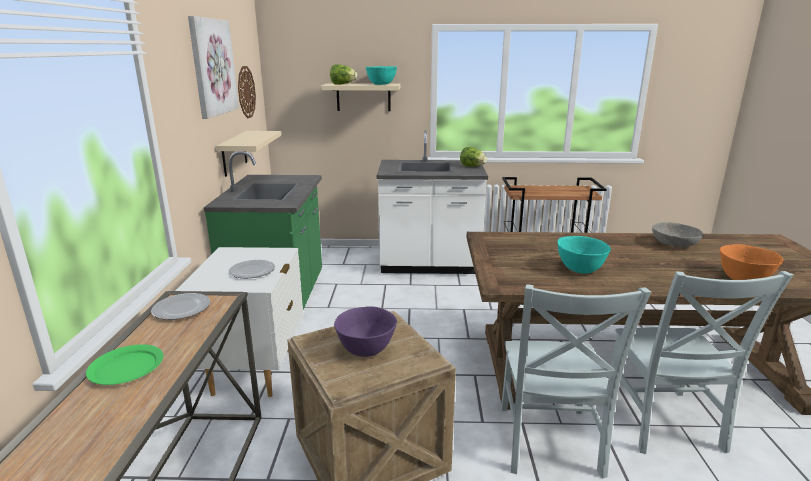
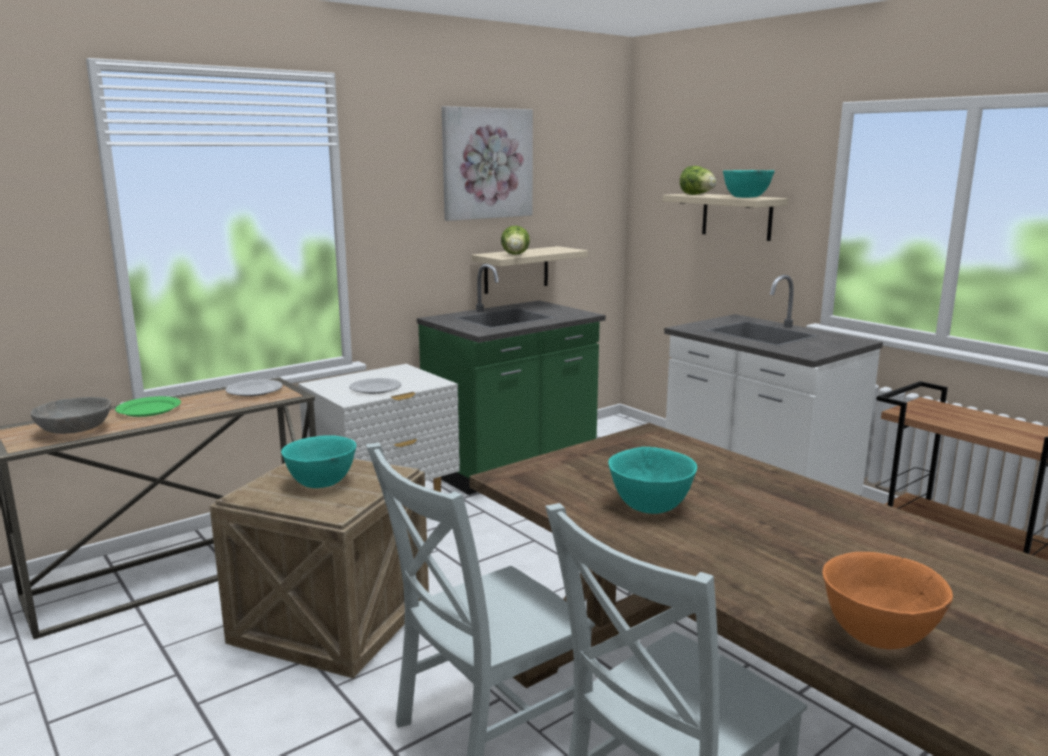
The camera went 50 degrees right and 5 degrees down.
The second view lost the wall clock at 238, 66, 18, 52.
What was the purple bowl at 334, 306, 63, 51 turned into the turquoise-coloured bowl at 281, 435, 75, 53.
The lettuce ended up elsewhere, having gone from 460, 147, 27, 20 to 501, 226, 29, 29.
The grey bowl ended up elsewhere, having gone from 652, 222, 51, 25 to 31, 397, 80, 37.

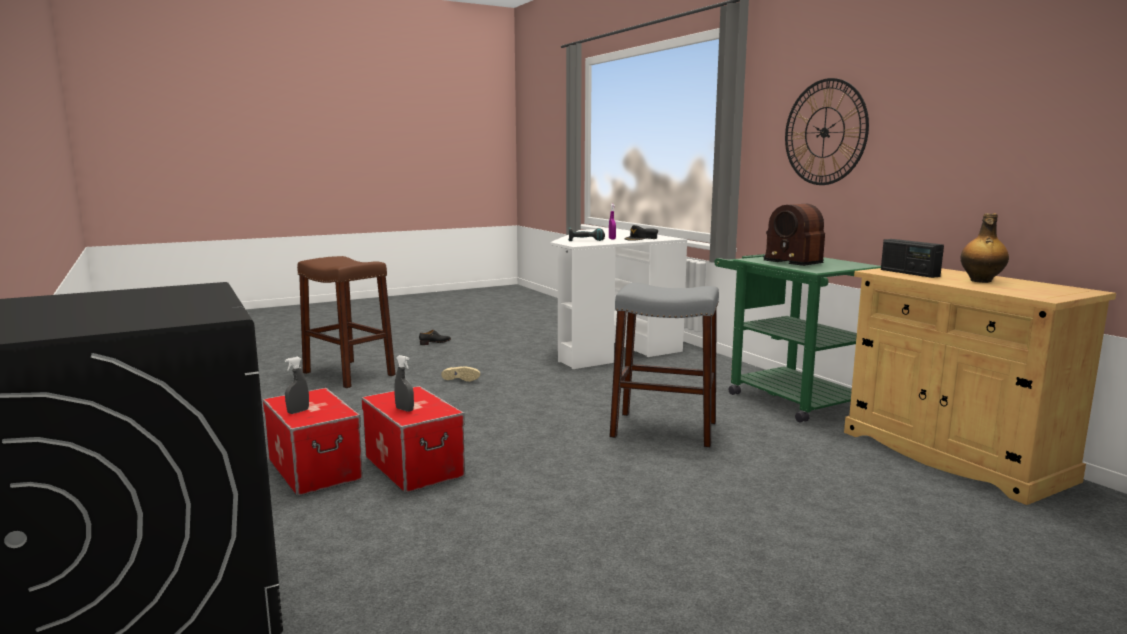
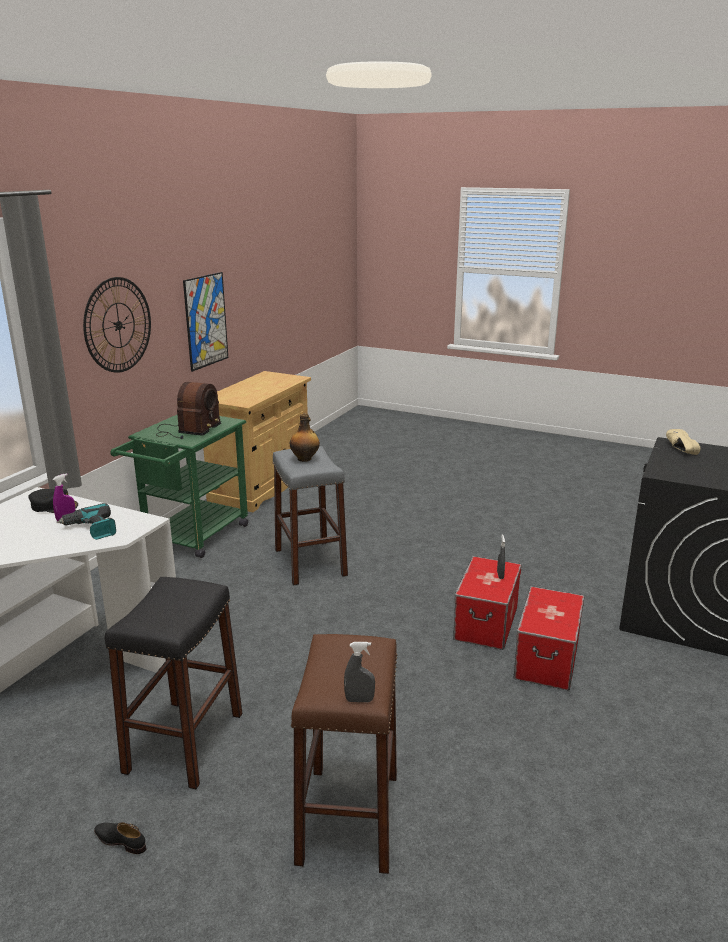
The camera went 125 degrees left and 10 degrees up.
The grey spray bottle ended up elsewhere, having gone from 285, 357, 24, 57 to 344, 642, 31, 60.
The sand-coloured low shoe ended up elsewhere, having gone from 441, 367, 39, 15 to 666, 429, 35, 26.
The second view lost the radio at 881, 239, 63, 39.
The bottle ended up elsewhere, having gone from 960, 213, 49, 70 to 290, 413, 30, 49.
The second view gained the blackish stool at 105, 577, 137, 212.
The second view gained the wall art at 183, 272, 45, 100.

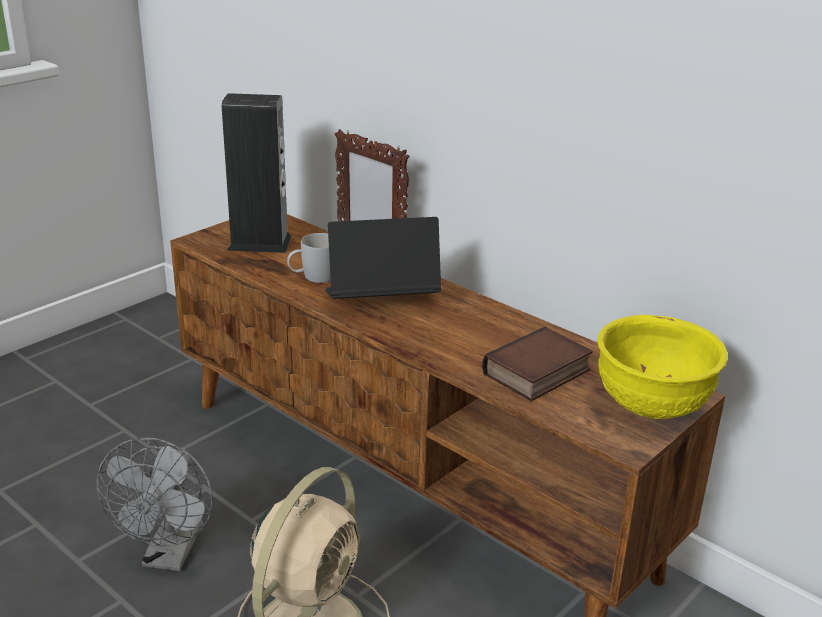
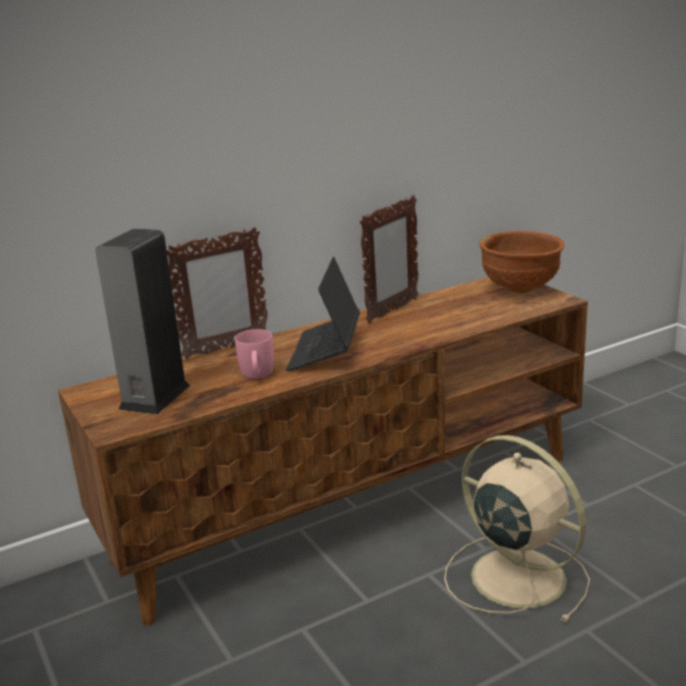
The camera went 70 degrees left and 5 degrees down.
The second view lost the grey electric fan at 96, 438, 117, 133.
What was the whitish coffee mug at 287, 233, 44, 50 turned into the pinkish coffee mug at 235, 329, 39, 50.
The second view lost the bound book at 482, 327, 111, 74.
What was the yellow bowl at 598, 315, 129, 104 turned into the brownish bowl at 479, 231, 86, 62.
The second view gained the standing frame at 360, 195, 59, 128.

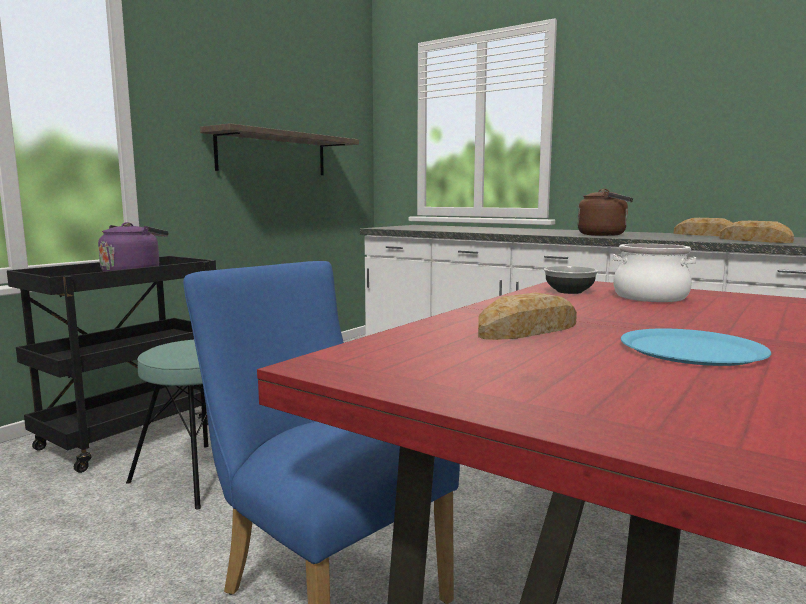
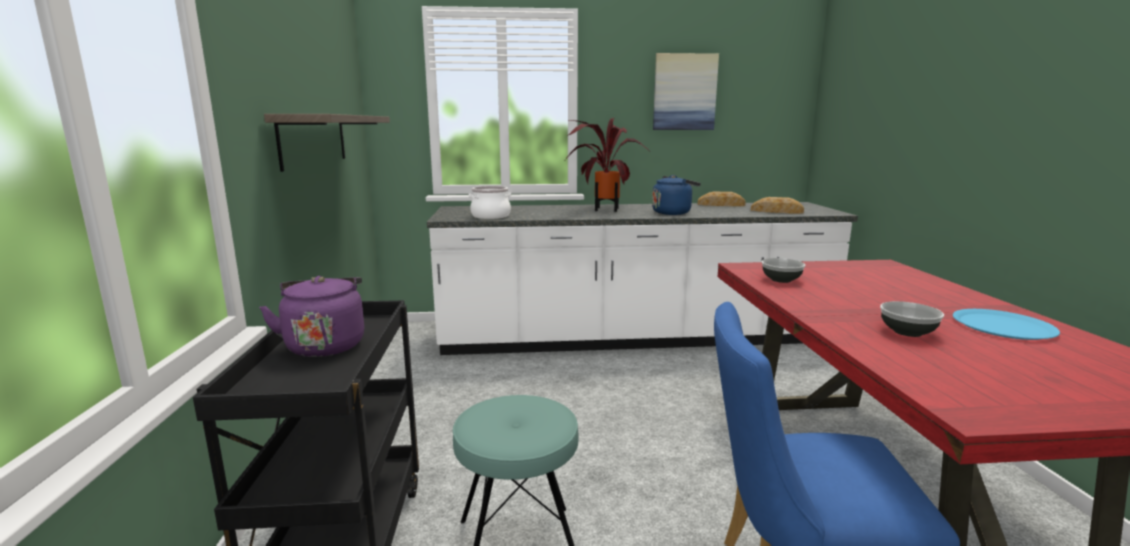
The camera went 40 degrees left and 5 degrees up.
Where the baked bread stood at 478, 292, 99, 48, the bowl came to stand at 880, 301, 64, 36.
What was the brownish water kettle at 577, 189, 56, 47 turned into the blue water kettle at 652, 175, 49, 40.
The cooking pot ended up elsewhere, having gone from 612, 244, 84, 58 to 469, 186, 42, 33.
The second view gained the houseplant at 565, 118, 83, 94.
The second view gained the wall art at 653, 53, 66, 77.

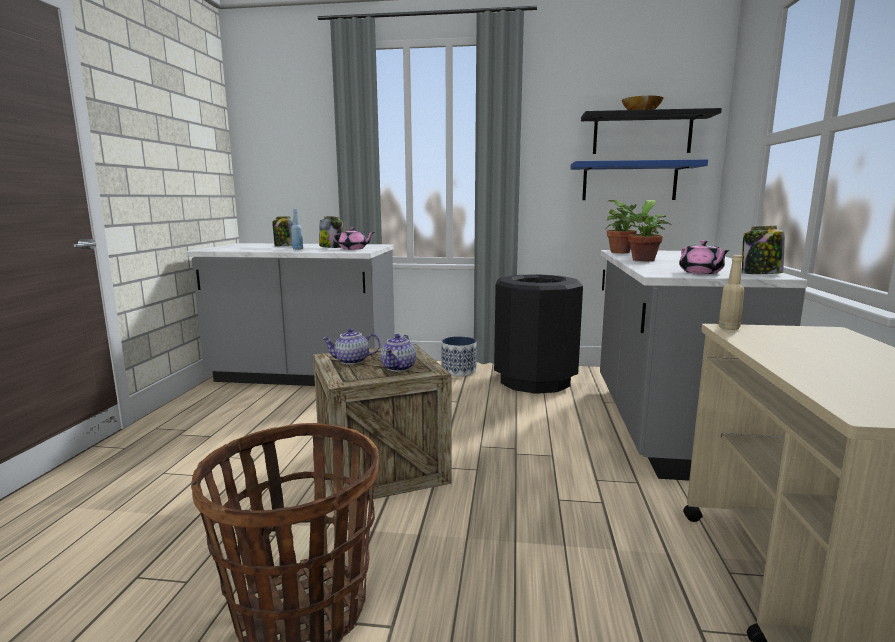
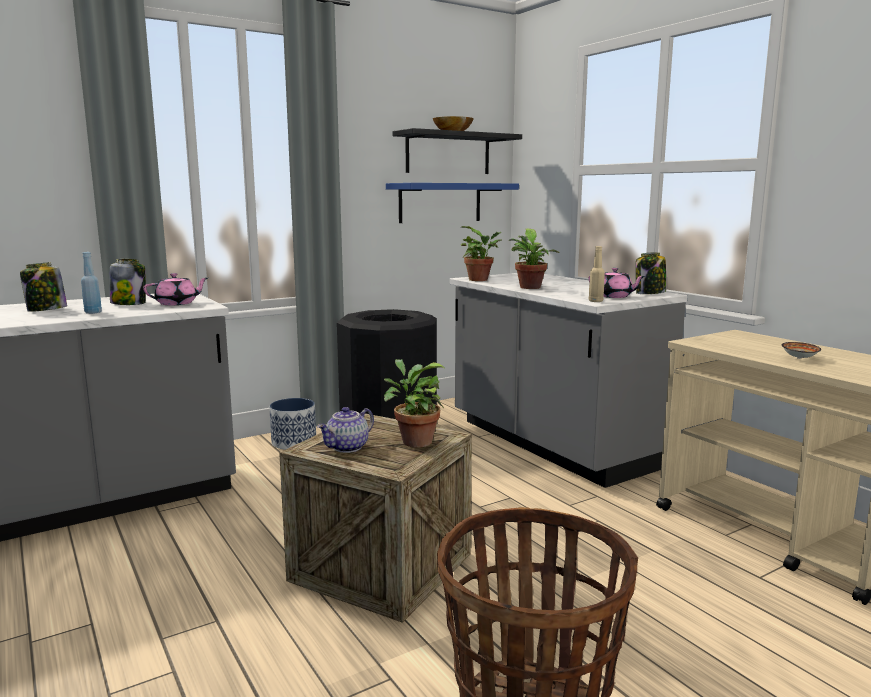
The camera went 40 degrees left and 0 degrees up.
Where the pot for tea stood at 380, 334, 36, 38, the houseplant came to stand at 384, 359, 60, 89.
The sand-coloured bottle ended up elsewhere, having gone from 719, 255, 25, 75 to 589, 246, 16, 56.
The second view gained the bowl at 782, 342, 39, 17.

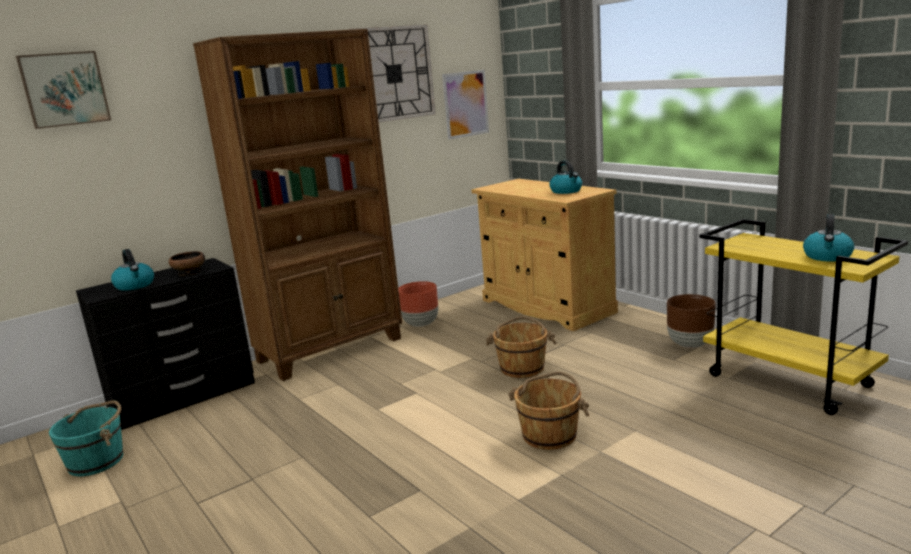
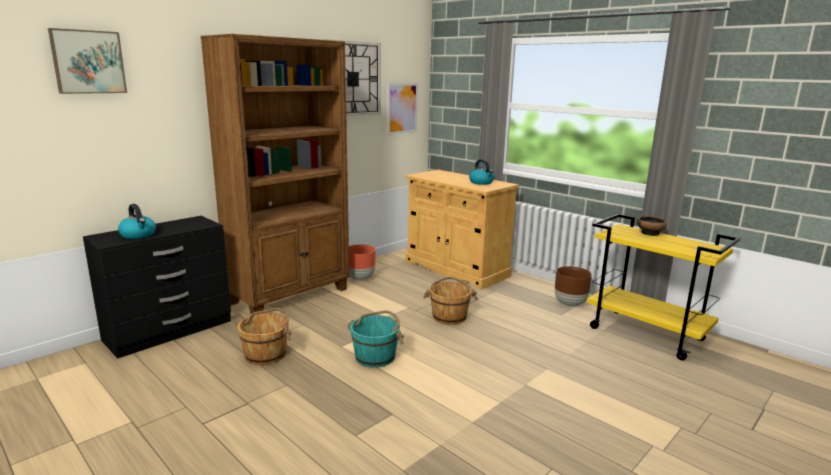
The camera went 10 degrees left and 0 degrees up.
The turquoise-coloured water bucket ended up elsewhere, having gone from 49, 400, 74, 77 to 347, 310, 57, 58.
The bowl ended up elsewhere, having gone from 169, 251, 36, 25 to 637, 216, 30, 20.
The brownish water bucket ended up elsewhere, having gone from 508, 372, 81, 78 to 237, 308, 54, 57.
The second view lost the water kettle at 803, 214, 51, 48.

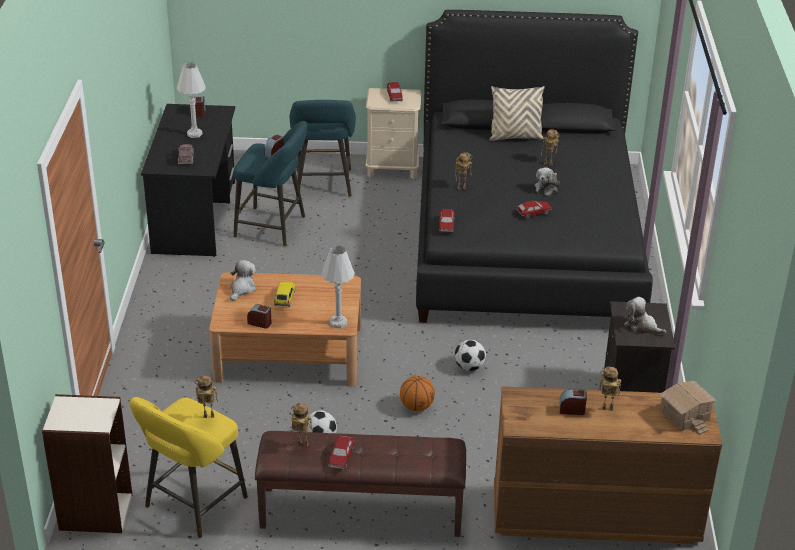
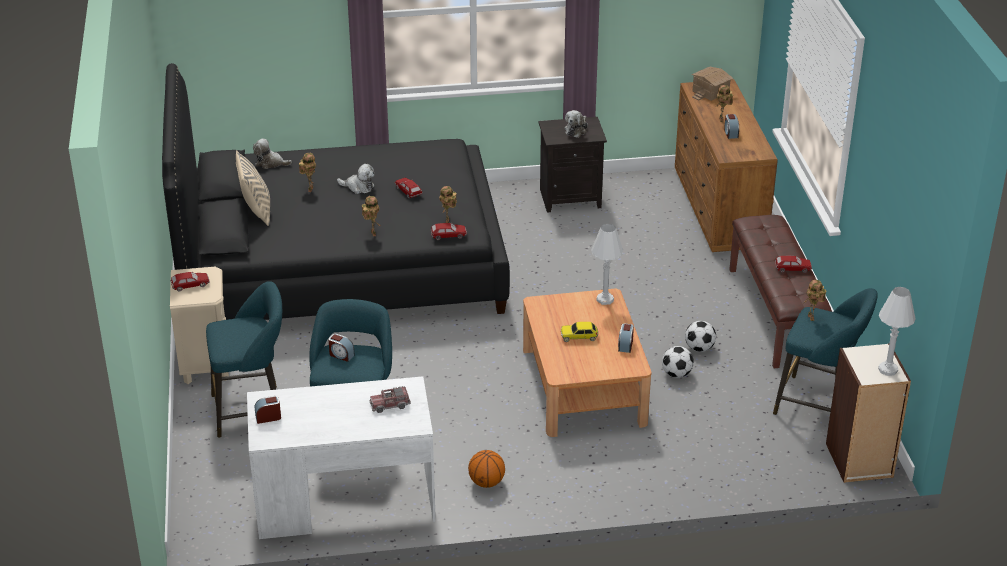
The camera went 100 degrees left and 0 degrees up.
What was the yellow stool at 130, 397, 118, 141 turned into the turquoise-coloured stool at 773, 288, 105, 127.
What was the blackish desk unit at 141, 104, 94, 153 turned into the whitish desk unit at 247, 376, 189, 163.
The whitish tabletop lamp ended up elsewhere, having gone from 177, 62, 29, 76 to 878, 287, 38, 89.
The cuddly toy ended up elsewhere, having gone from 230, 260, 26, 41 to 253, 138, 39, 31.
The model robot ended up elsewhere, having gone from 291, 403, 22, 43 to 439, 186, 18, 37.
The basketball ended up elsewhere, having gone from 400, 376, 35, 35 to 468, 450, 37, 38.
The ball for football ended up elsewhere, having gone from 455, 340, 31, 31 to 662, 346, 32, 32.

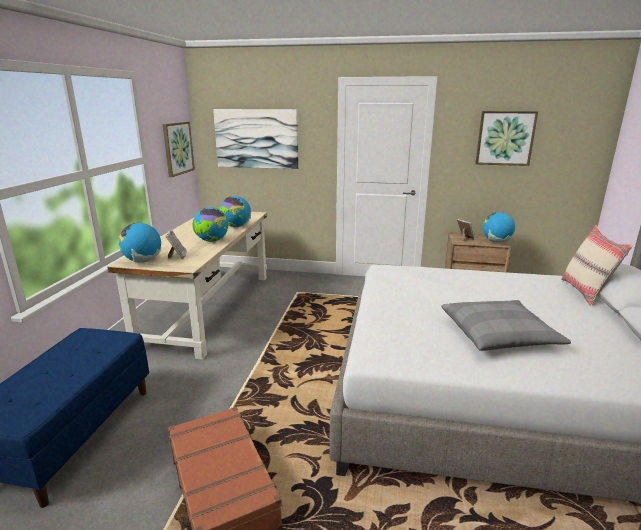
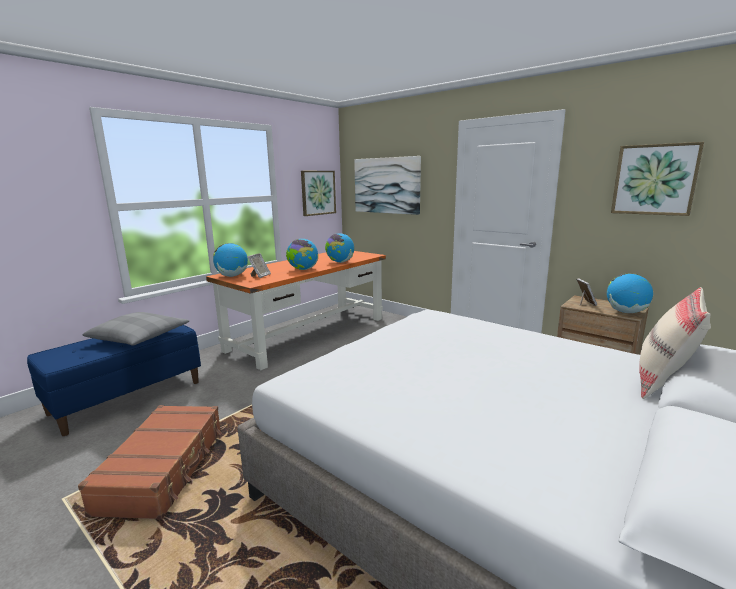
The camera went 30 degrees right and 5 degrees down.
What was the sand-coloured desk unit at 107, 212, 160, 148 turned into the orange desk unit at 206, 251, 180, 119.
The grey pillow ended up elsewhere, having gone from 442, 300, 129, 51 to 83, 312, 106, 34.

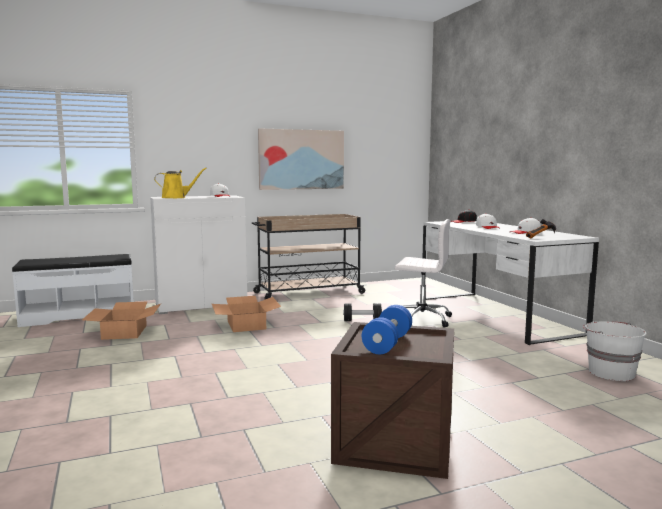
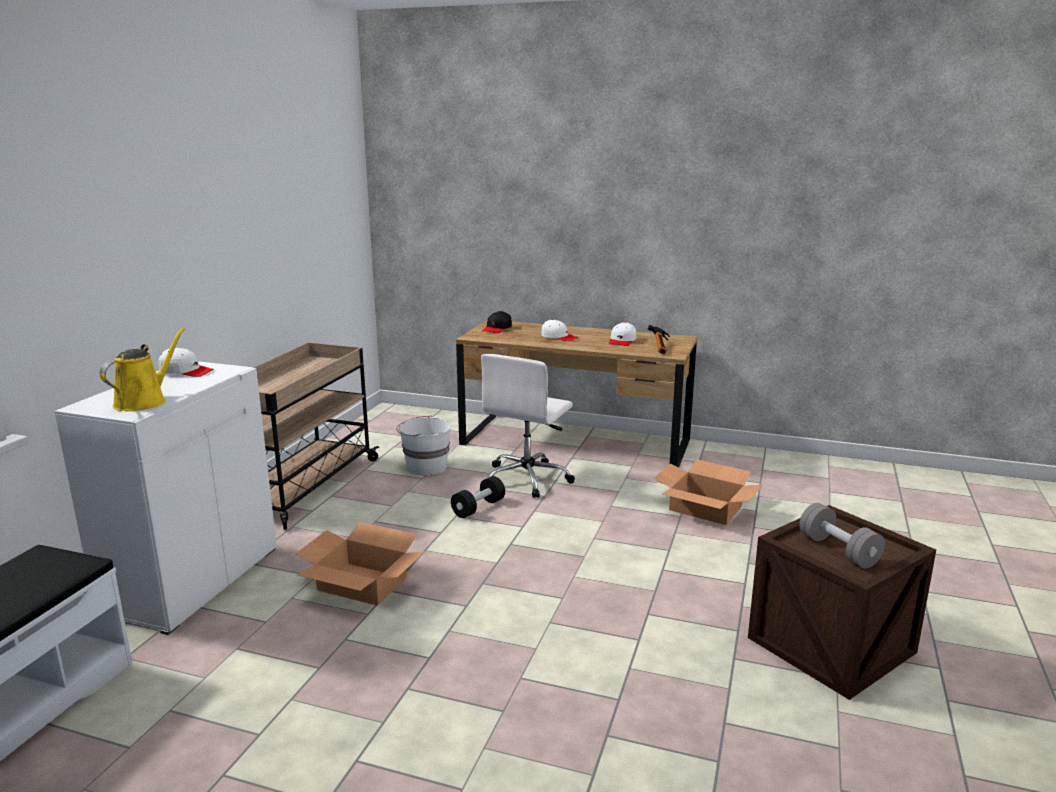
The camera went 50 degrees left and 10 degrees up.
The packing box ended up elsewhere, having gone from 82, 302, 79, 38 to 653, 459, 110, 66.
The second view lost the wall art at 258, 128, 86, 62.
What was the blue hand weight at 362, 305, 50, 49 turned into the grey hand weight at 799, 503, 86, 65.
The whitish desk chair at 395, 219, 57, 109 ended up facing another way, 150 degrees clockwise from before.
What was the whitish desk unit at 423, 221, 176, 124 turned into the brownish desk unit at 456, 321, 241, 147.
The whitish water bucket ended up elsewhere, having gone from 583, 321, 64, 60 to 396, 415, 55, 61.

